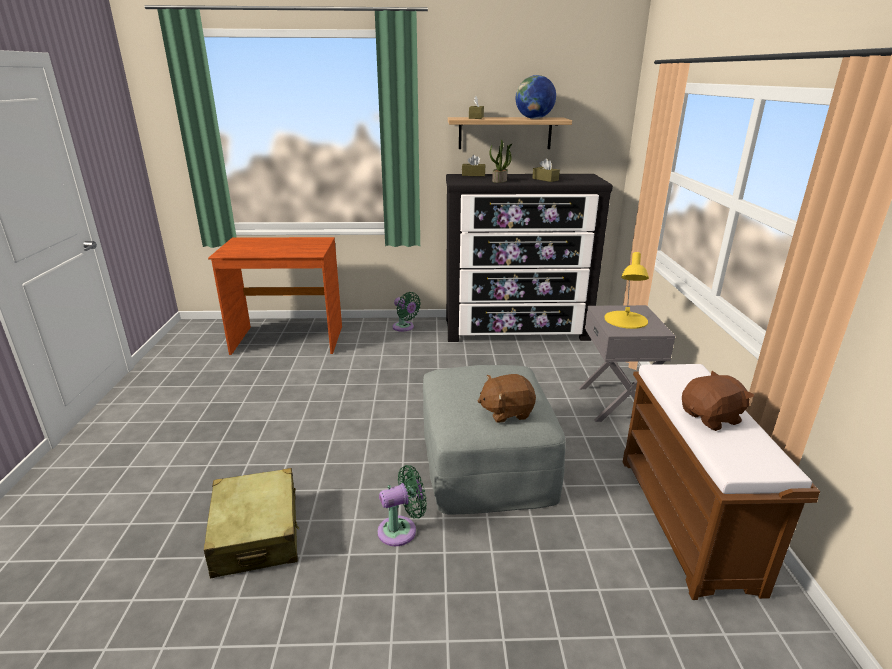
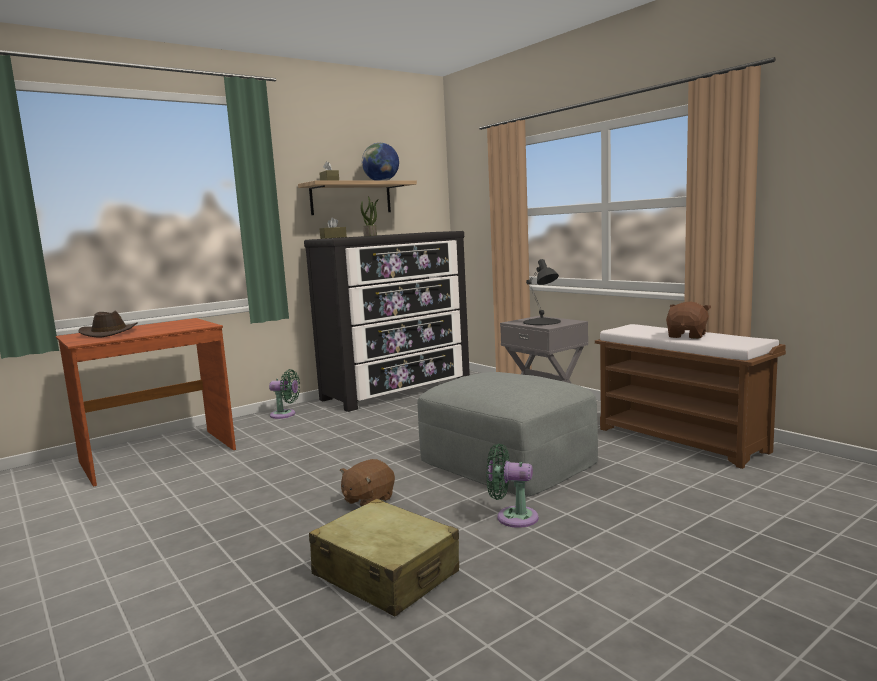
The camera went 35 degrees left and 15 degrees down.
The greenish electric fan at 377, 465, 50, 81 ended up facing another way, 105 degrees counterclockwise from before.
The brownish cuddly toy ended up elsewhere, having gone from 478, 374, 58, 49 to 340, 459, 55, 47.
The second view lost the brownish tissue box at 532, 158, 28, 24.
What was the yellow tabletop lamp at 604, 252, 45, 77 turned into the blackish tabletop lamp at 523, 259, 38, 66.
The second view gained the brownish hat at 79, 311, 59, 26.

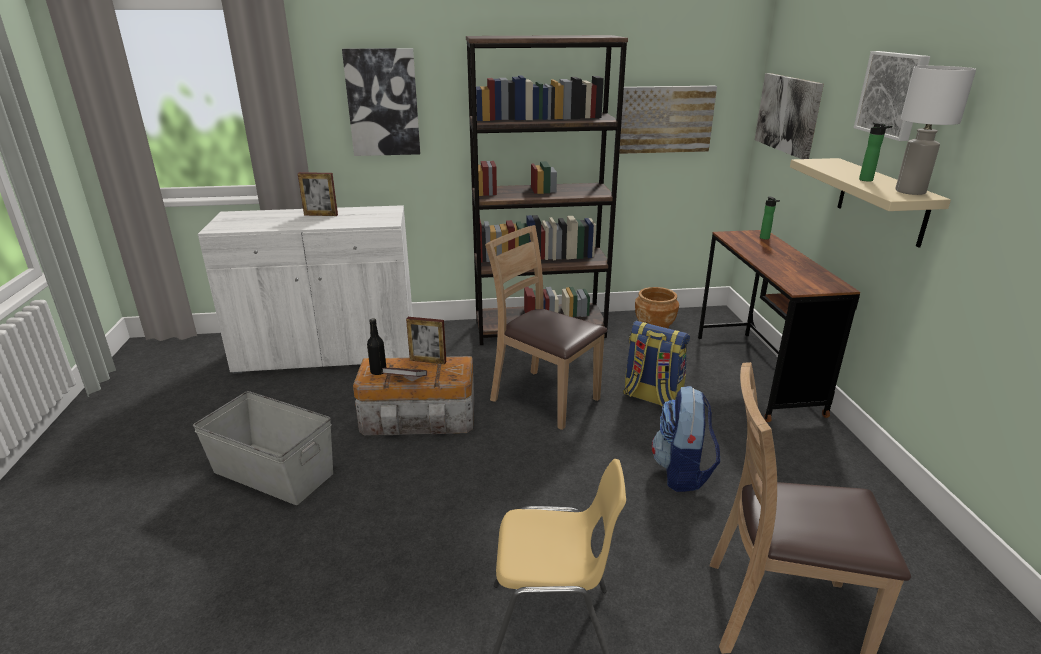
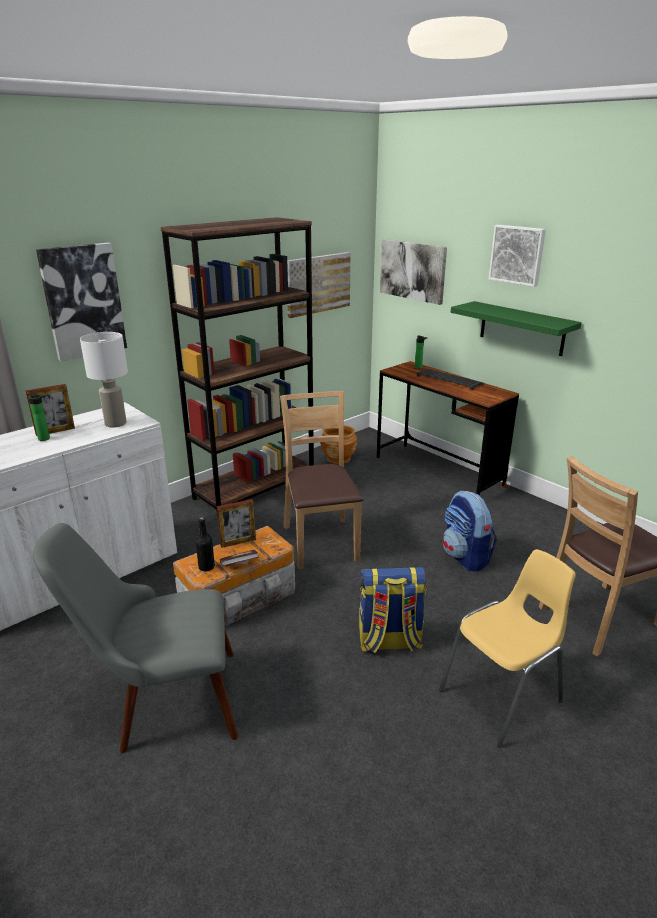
The camera went 35 degrees left and 0 degrees up.
Where the grey storage box stood at 193, 391, 140, 114, the grey upright chair came to stand at 33, 523, 205, 230.
The brownish upright chair at 485, 225, 122, 205 ended up facing another way, 75 degrees clockwise from before.
The backpack ended up elsewhere, having gone from 623, 321, 67, 85 to 359, 567, 67, 86.
What was the sand-coloured bracket shelf at 790, 158, 161, 90 turned into the greenish bracket shelf at 451, 301, 131, 55.
The bottle ended up elsewhere, having gone from 859, 122, 33, 60 to 29, 393, 21, 48.
The whitish tabletop lamp ended up elsewhere, having gone from 895, 66, 81, 129 to 80, 332, 48, 96.
The second view gained the PC keyboard at 417, 369, 66, 21.

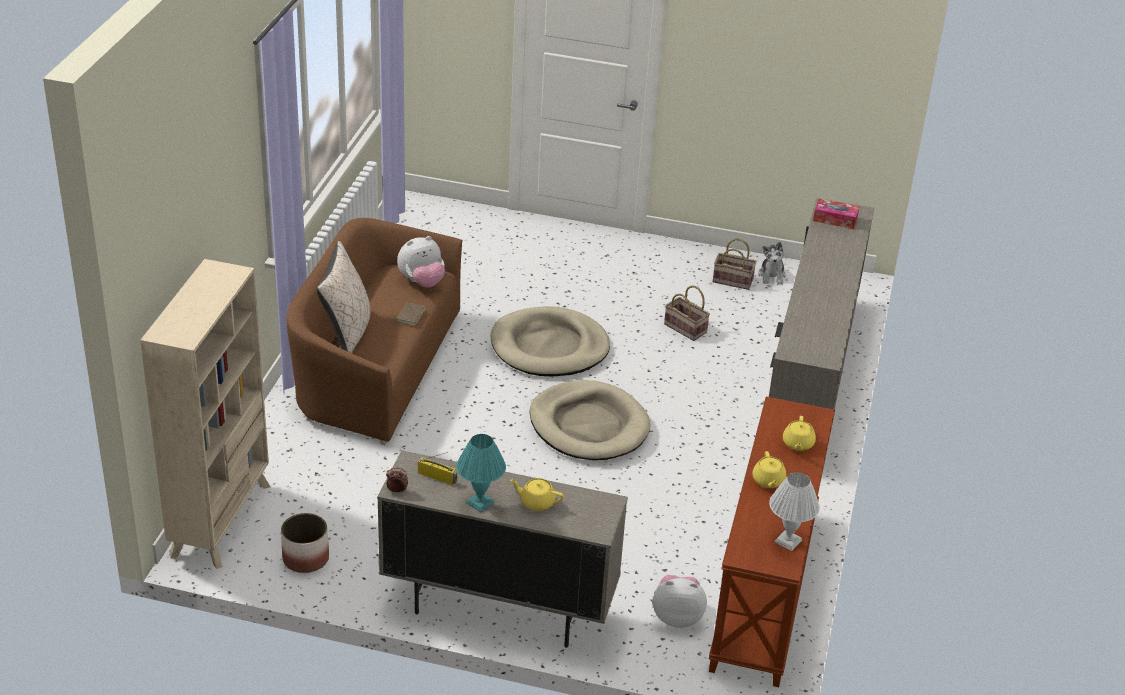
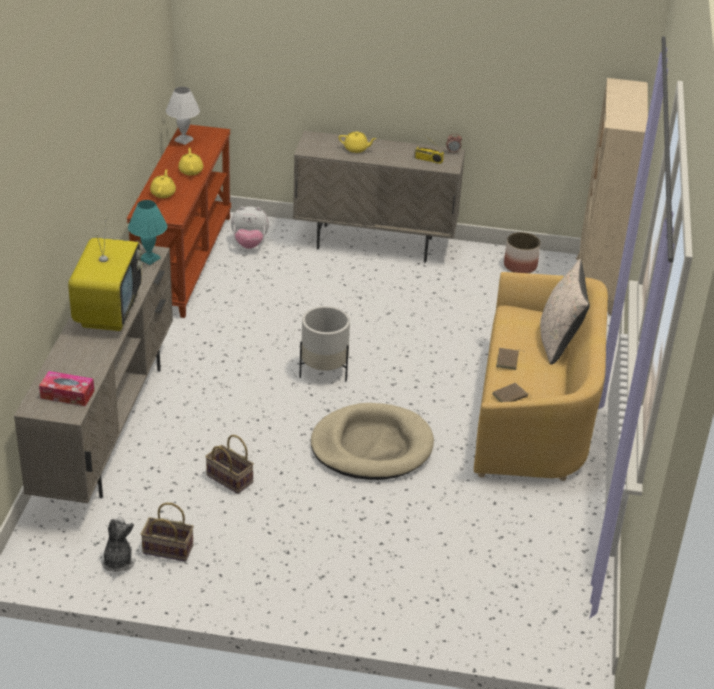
The camera went 175 degrees right and 0 degrees up.
What was the brownish sofa at 286, 218, 176, 227 turned into the yellow sofa at 474, 272, 134, 209.
Where the cuddly toy stood at 397, 236, 48, 52, the brownish bound book came to stand at 492, 383, 40, 19.
The turquoise-coloured tabletop lamp ended up elsewhere, having gone from 456, 434, 50, 79 to 128, 200, 39, 65.
Where the sand-coloured dog cushion stood at 529, 380, 122, 80, the whitish plant pot came to stand at 299, 306, 51, 75.
The second view gained the TV set at 68, 218, 74, 113.

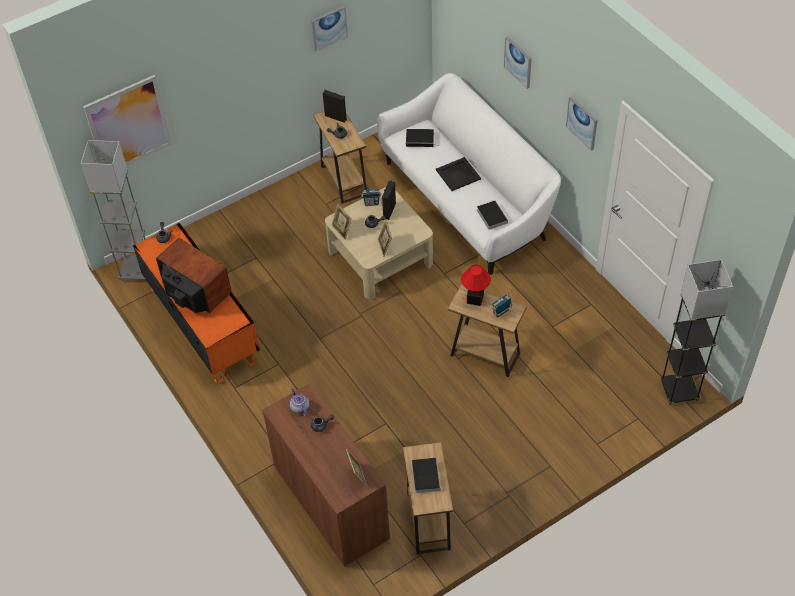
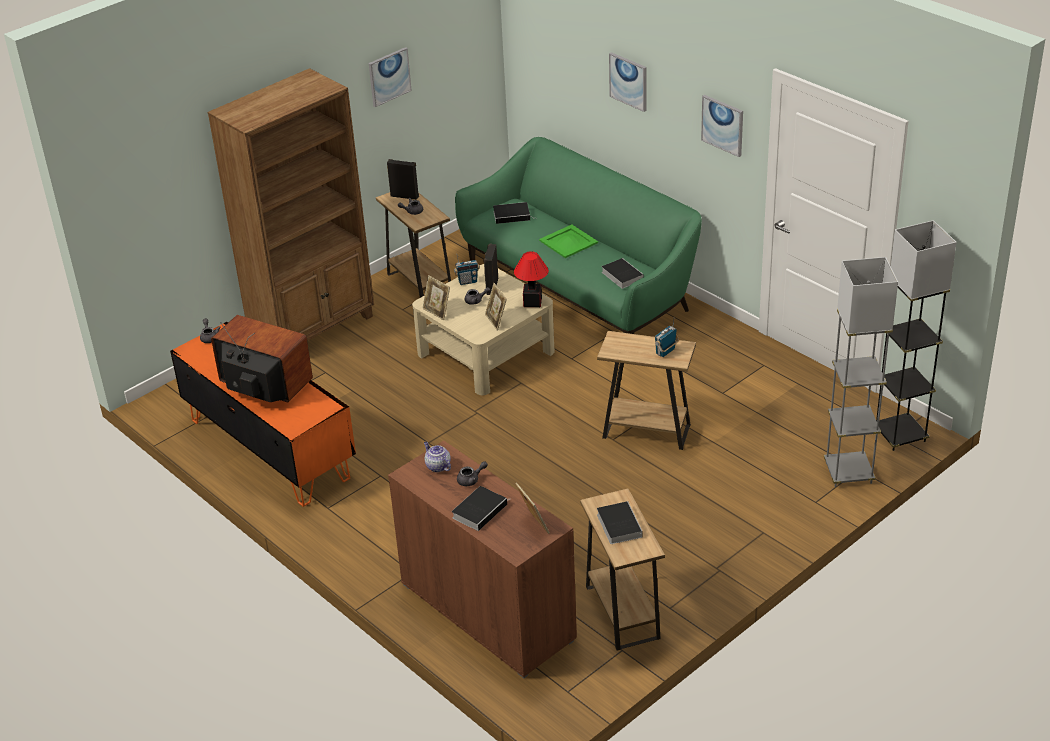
The camera went 10 degrees left and 15 degrees down.
The grey floor lamp ended up elsewhere, having gone from 81, 140, 66, 142 to 824, 257, 74, 230.
The second view lost the wall art at 83, 75, 89, 90.
What was the whitish sofa at 377, 73, 184, 202 turned into the greenish sofa at 455, 137, 247, 197.
What was the blackish serving tray at 436, 157, 45, 34 turned into the greenish serving tray at 539, 225, 59, 33.
The tabletop lamp ended up elsewhere, having gone from 461, 265, 30, 41 to 514, 251, 35, 56.
The second view gained the brownish shelving unit at 207, 68, 167, 273.
The second view gained the bound book at 452, 486, 58, 45.

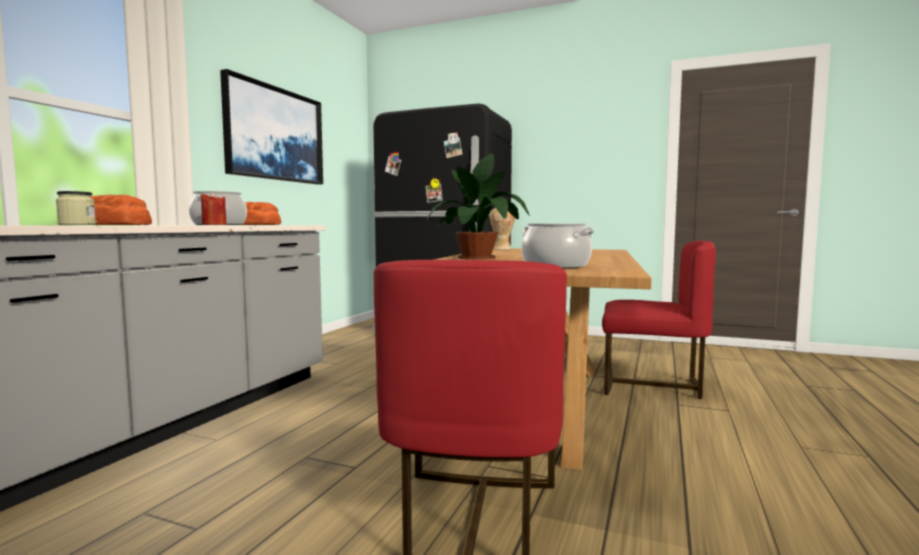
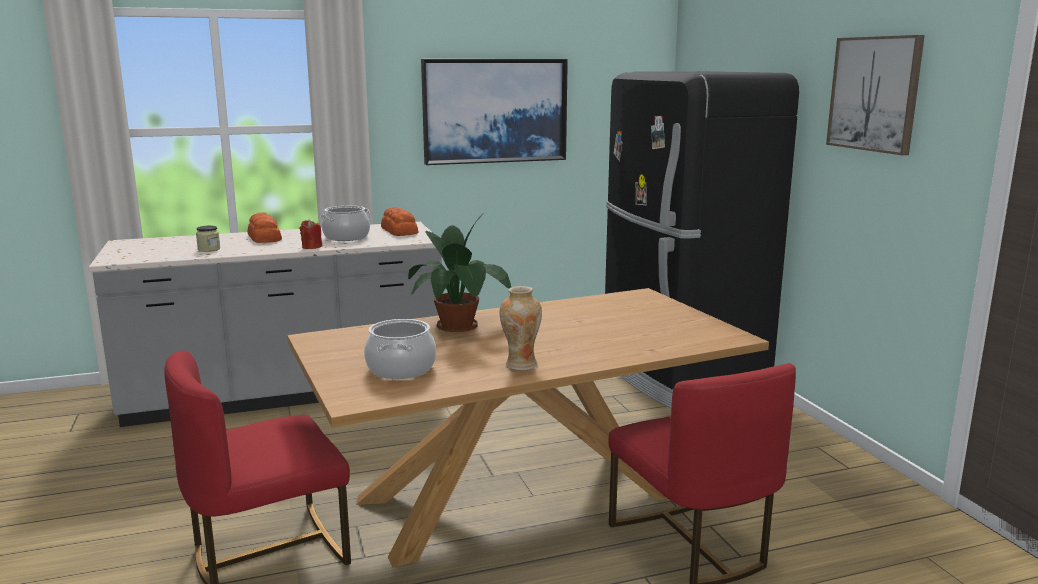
The camera went 50 degrees right and 10 degrees up.
The flower vase ended up elsewhere, having gone from 490, 207, 25, 43 to 499, 286, 43, 84.
The second view gained the wall art at 826, 35, 99, 120.

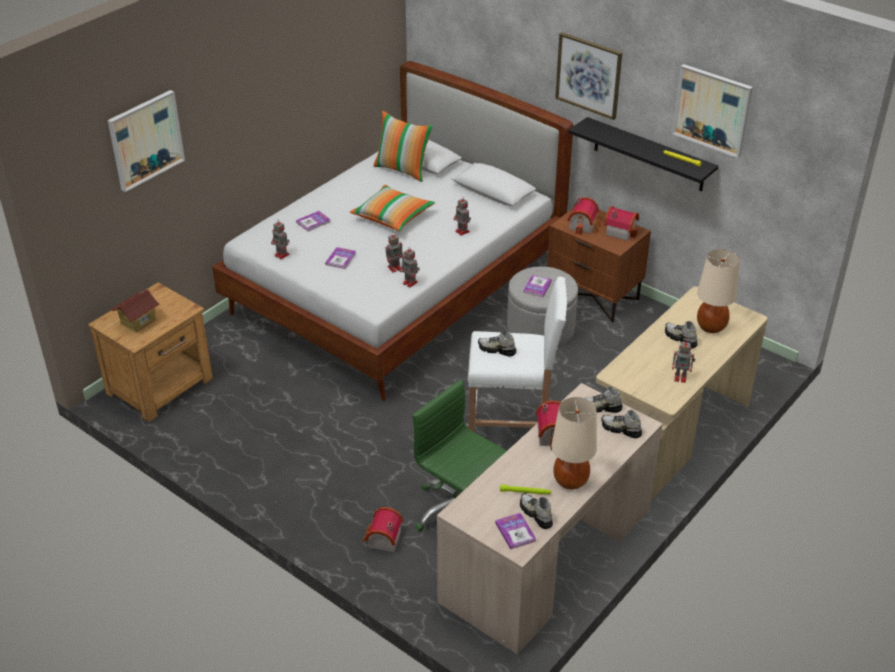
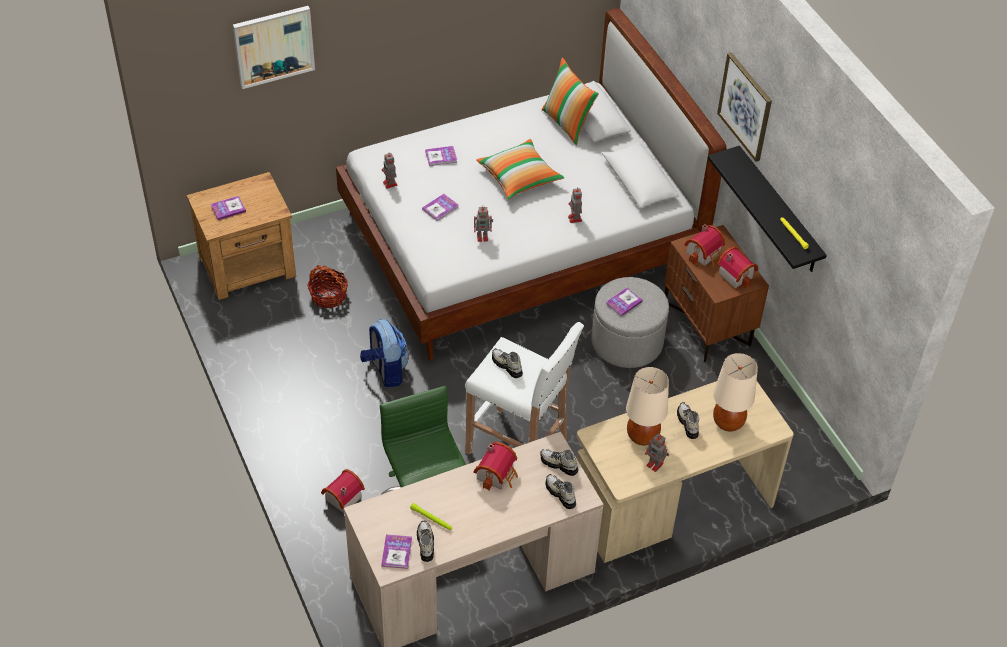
The camera went 25 degrees right and 10 degrees up.
Where the toy house stood at 110, 289, 50, 44, the bound book came to stand at 211, 196, 35, 24.
The second view lost the model robot at 400, 247, 20, 40.
The sand-coloured tabletop lamp ended up elsewhere, having gone from 552, 397, 45, 92 to 626, 367, 43, 78.
The second view lost the wall art at 672, 64, 81, 94.
The second view gained the storage basket at 307, 265, 41, 43.
The second view gained the backpack at 360, 319, 49, 69.

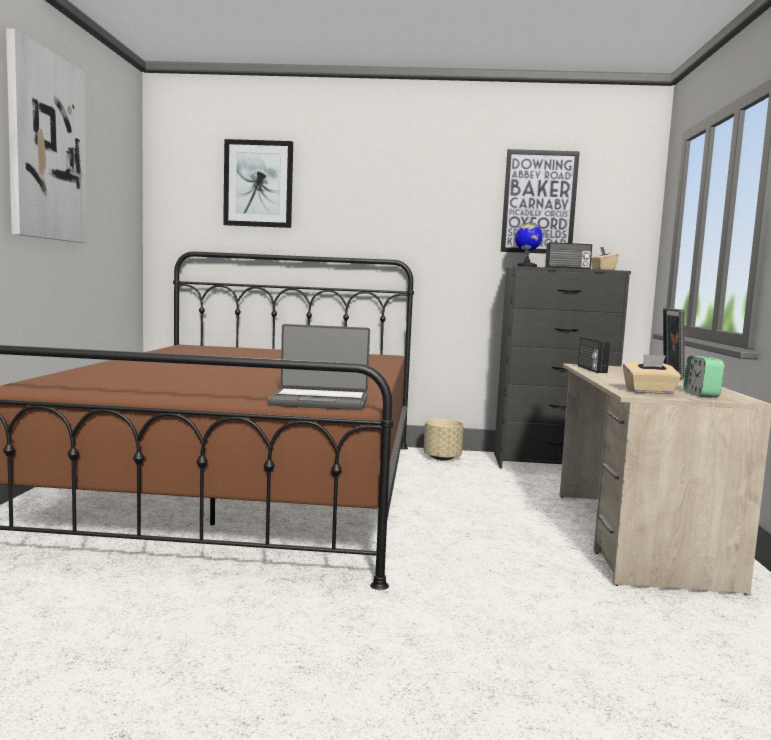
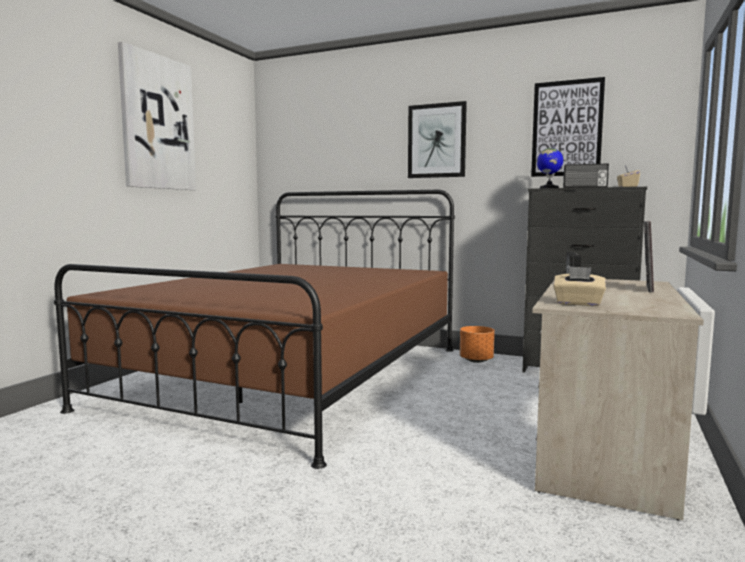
The camera went 20 degrees right and 0 degrees up.
The wall art ended up elsewhere, having gone from 223, 139, 70, 89 to 408, 101, 59, 77.
The second view lost the notebook computer at 267, 324, 103, 86.
What was the sand-coloured plant pot at 424, 419, 40, 42 turned into the orange plant pot at 460, 326, 35, 37.
The second view lost the bedside clock at 683, 355, 41, 42.

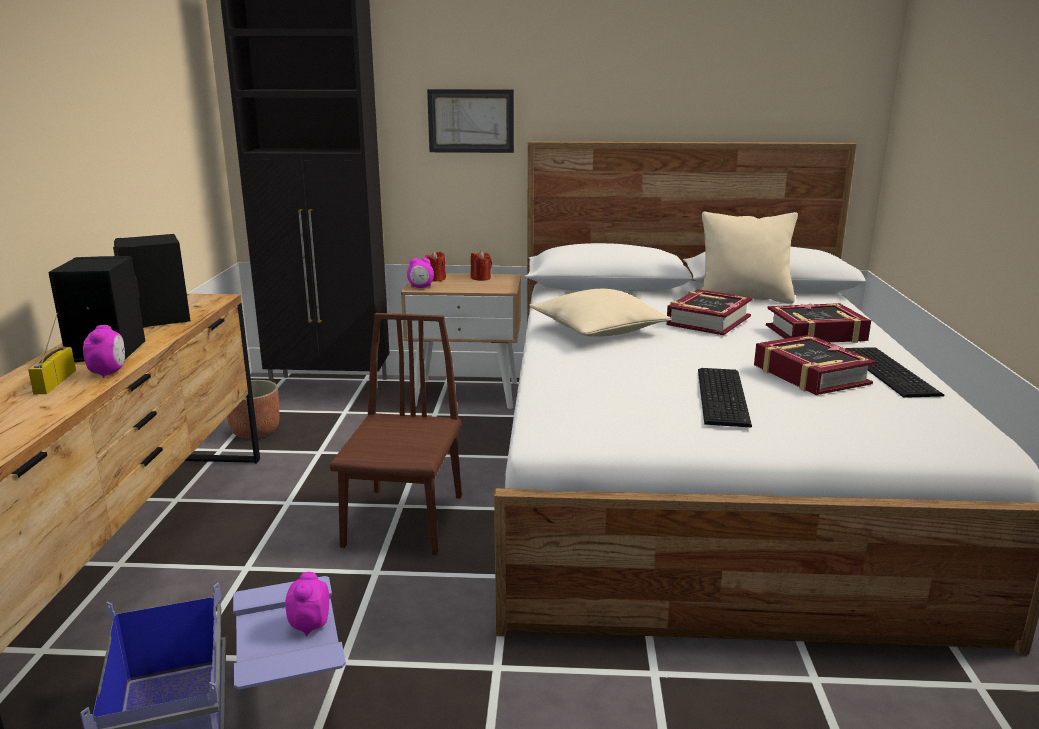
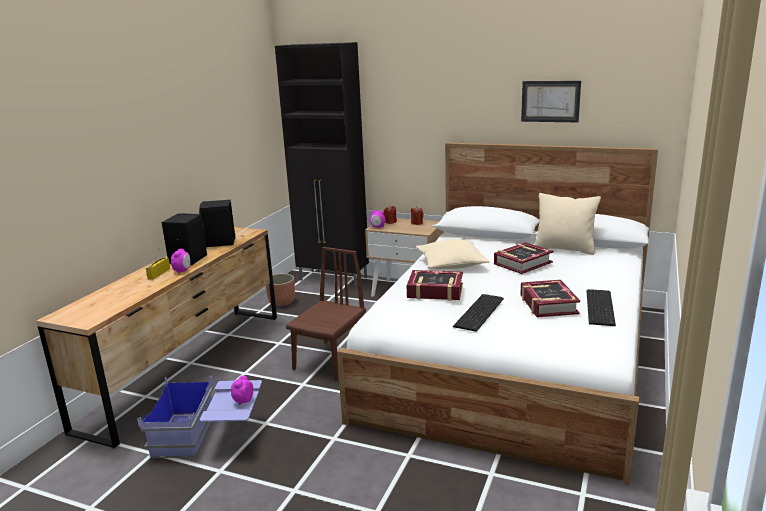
The camera went 20 degrees right and 0 degrees up.
The wall art ended up elsewhere, having gone from 427, 89, 87, 64 to 521, 81, 60, 41.
The bound book ended up elsewhere, having gone from 766, 303, 105, 40 to 407, 270, 56, 31.

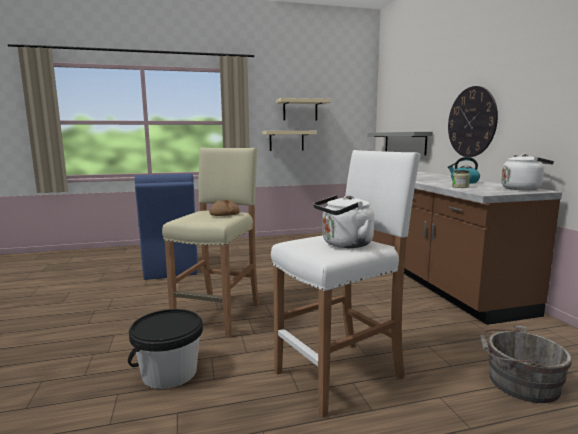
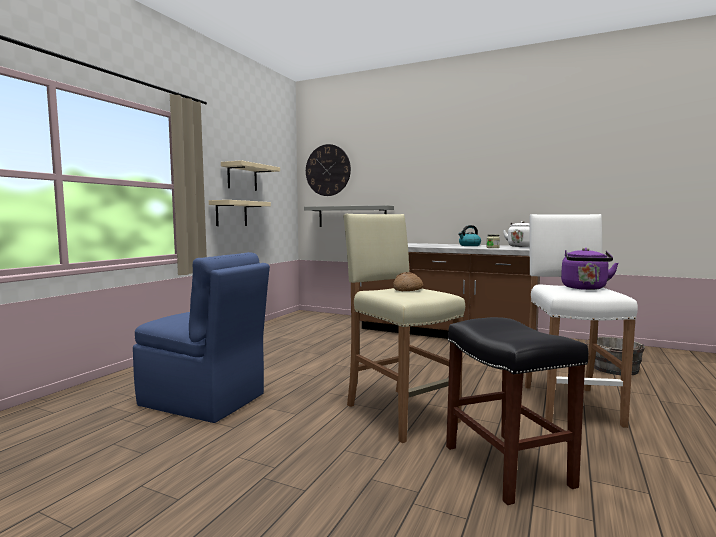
The camera went 50 degrees left and 5 degrees down.
Where the blackish water bucket stood at 128, 309, 75, 80, the blackish stool came to stand at 446, 317, 142, 188.
What was the whitish water kettle at 313, 195, 61, 53 turned into the purple water kettle at 561, 248, 57, 42.
The wall clock ended up elsewhere, having gone from 448, 86, 50, 71 to 306, 144, 45, 52.

